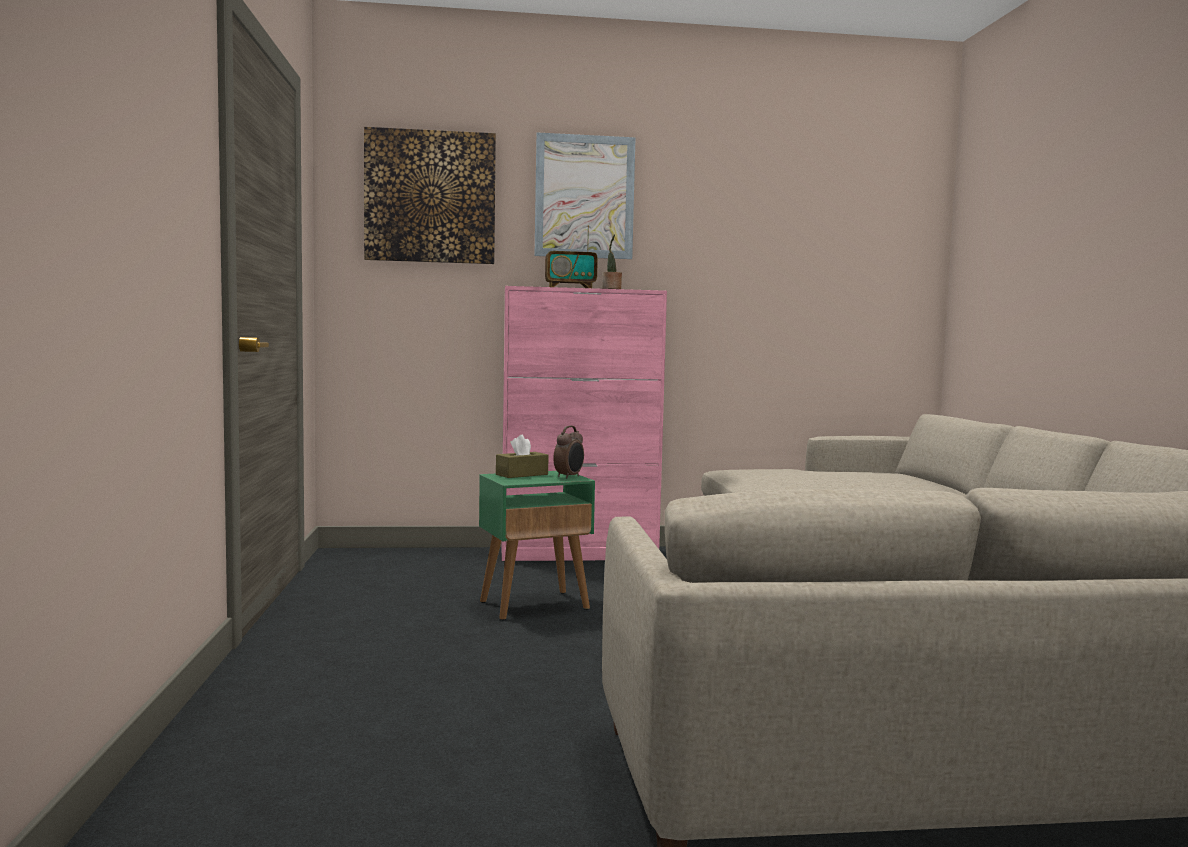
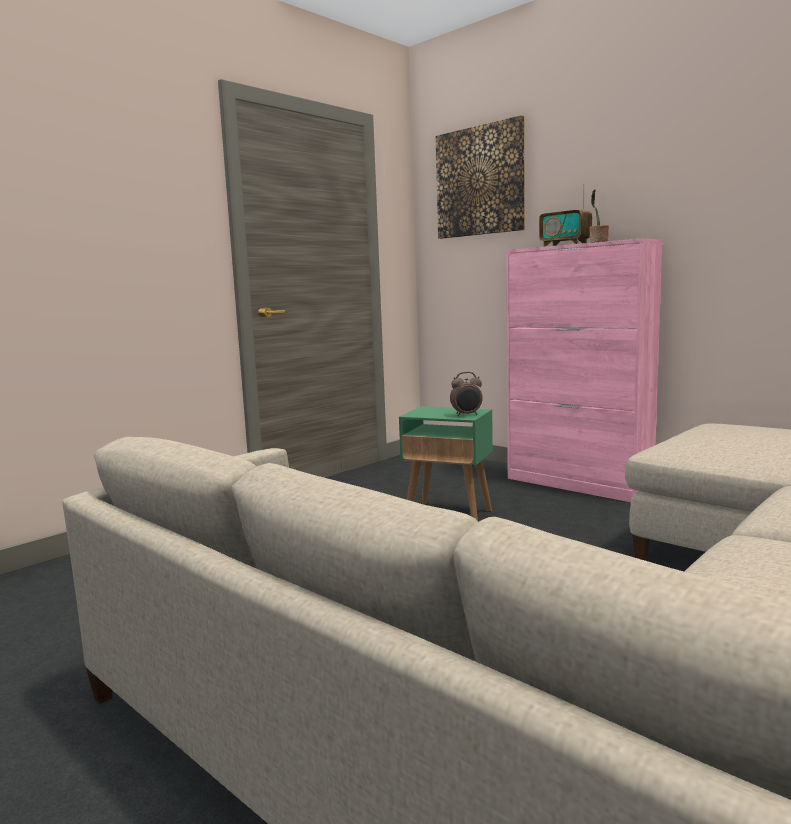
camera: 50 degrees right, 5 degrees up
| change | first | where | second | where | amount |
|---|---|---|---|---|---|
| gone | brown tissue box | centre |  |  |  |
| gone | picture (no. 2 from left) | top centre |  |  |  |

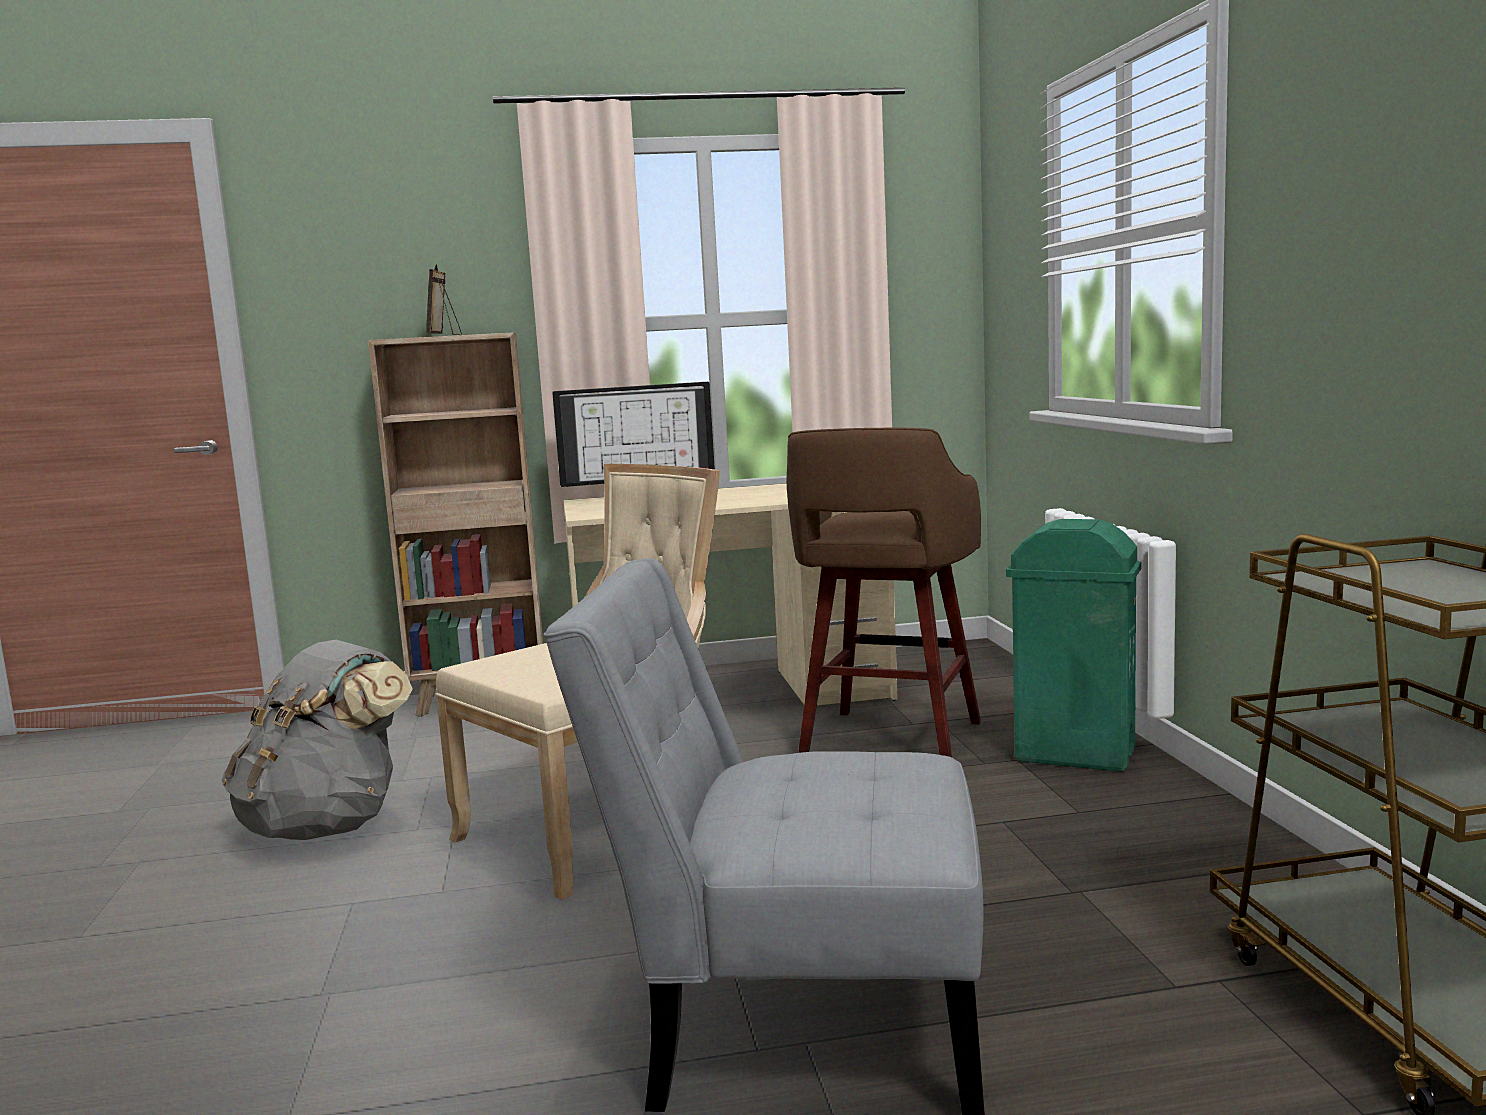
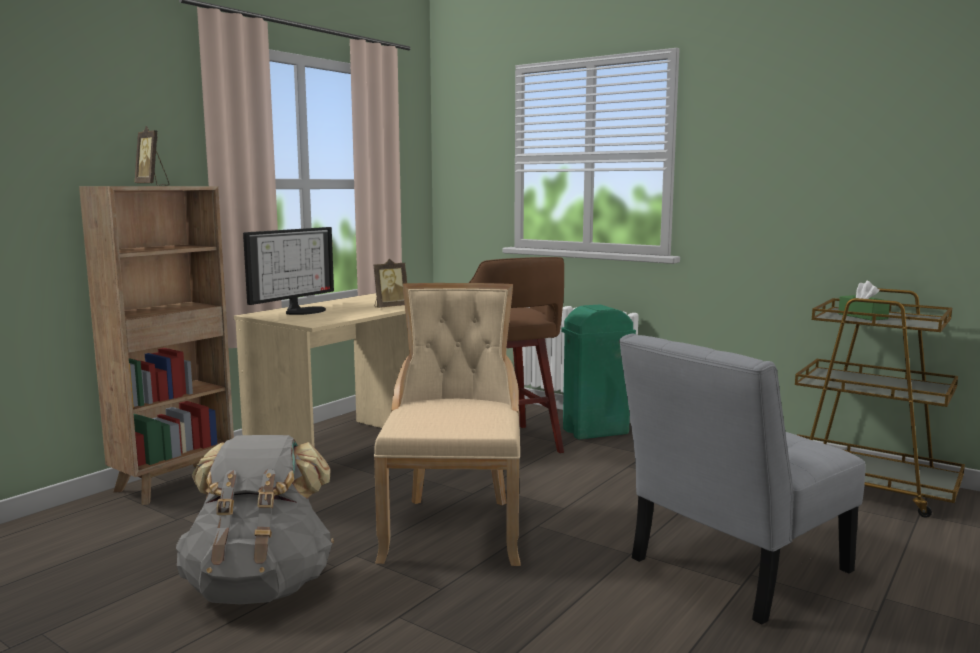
camera: 45 degrees left, 0 degrees up
| change | first | where | second | where | amount |
|---|---|---|---|---|---|
| new |  |  | picture frame (no. 2 from left) | centre |  |
| new |  |  | green tissue box | middle right |  |

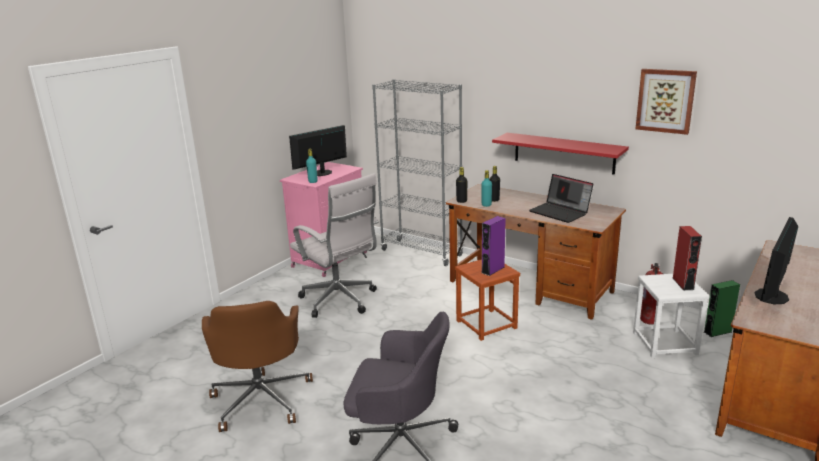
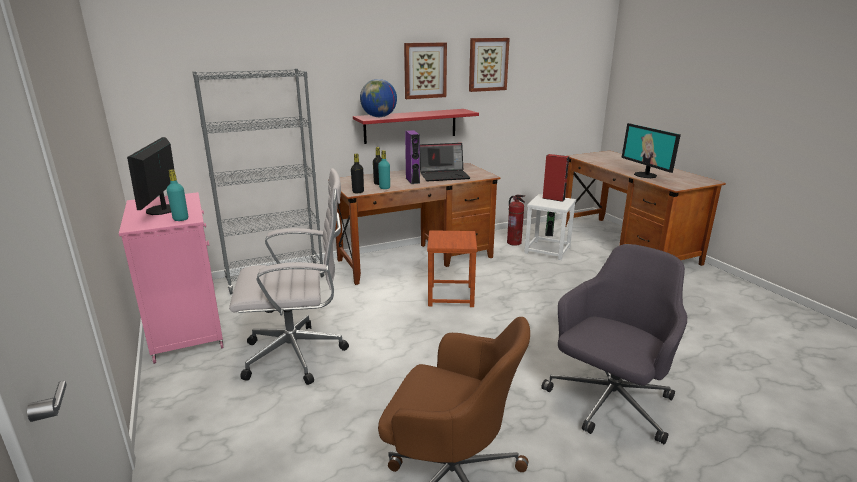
camera: 60 degrees left, 0 degrees up
| change | first | where | second | where | amount |
|---|---|---|---|---|---|
| new |  |  | globe | top centre |  |
| new |  |  | picture (no. 1 from left) | top centre |  |
| shifted | purple speaker | centre |  | top centre |  |

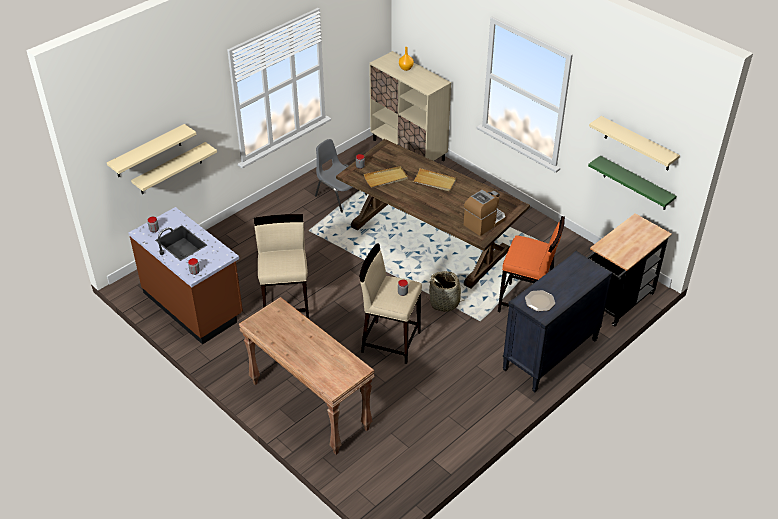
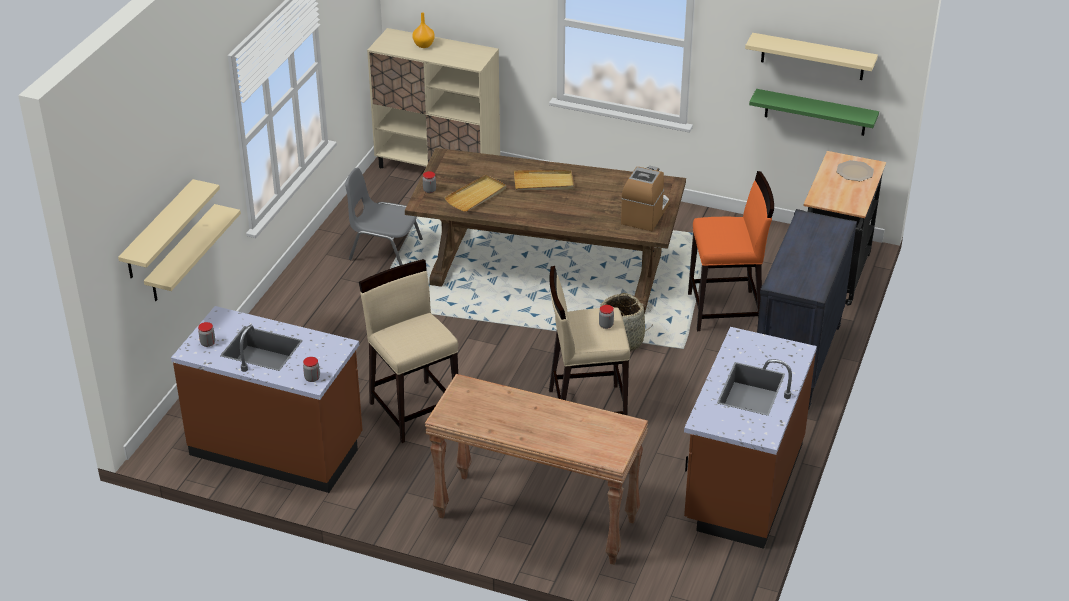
camera: 25 degrees left, 5 degrees down
| change | first | where | second | where | amount |
|---|---|---|---|---|---|
| new |  |  | brown counter (no. 2 from left) | bottom right |  |
| shifted | plate | middle right |  | top right |  |

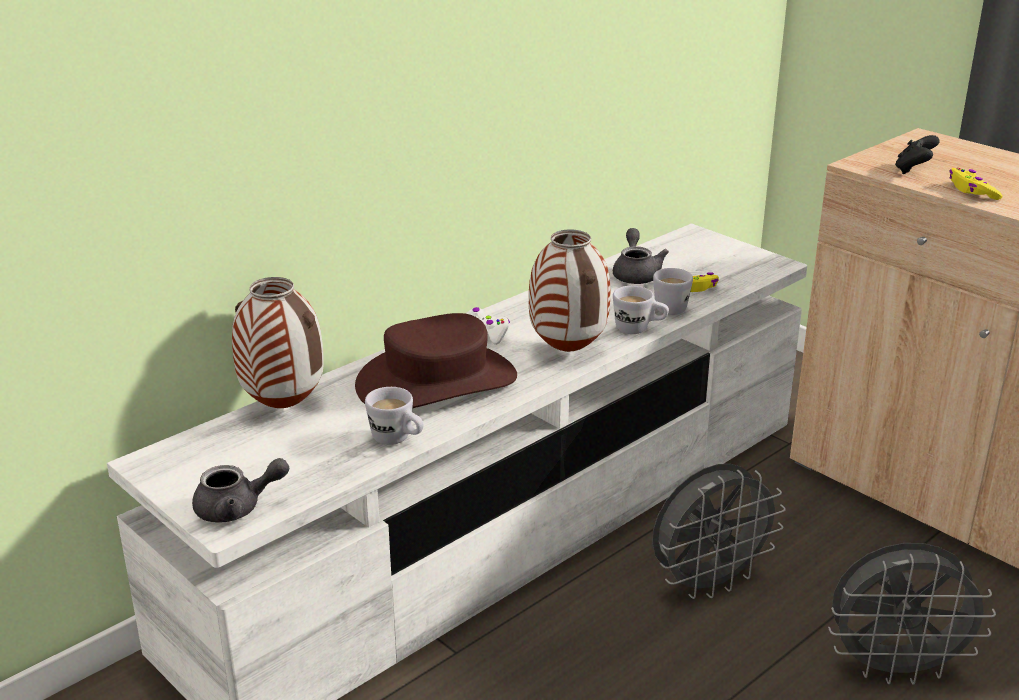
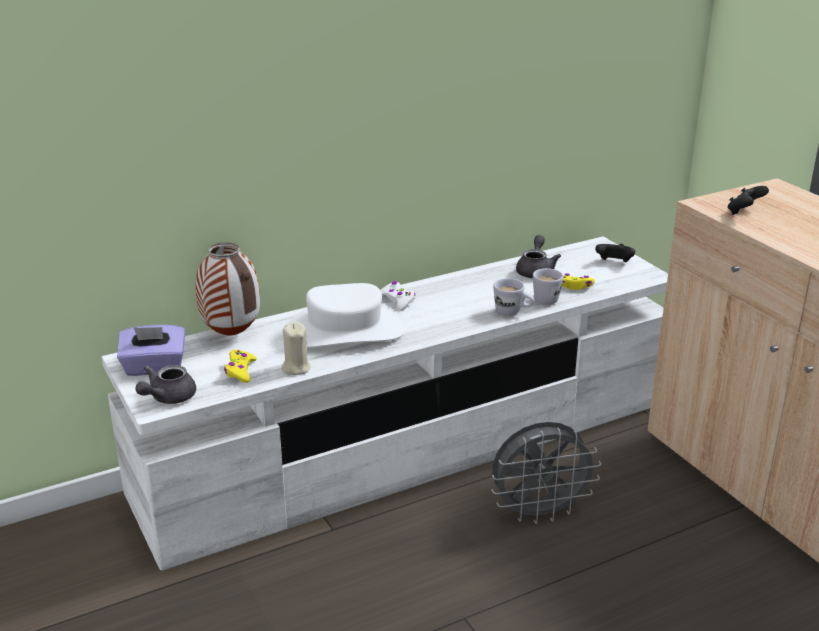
camera: 15 degrees right, 0 degrees up
| change | first | where | second | where | amount |
|---|---|---|---|---|---|
| new |  |  | purple tissue box | middle left |  |
| rotated | grey teapot (no. 1 from left) | bottom left |  | middle left | 120 degrees clockwise |
| shifted | yellow game controller (no. 2 from left in the first image) | top right | yellow game controller (no. 1 from left) | middle left |  |
| swapped | white mug (no. 1 from left) | centre | beige candle | centre |  |
| repainted | brown hat | centre | white hat | centre |  |
| new |  |  | black game controller (no. 1 from left) | middle right |  |
| gone | vase (no. 2 from left) | centre |  |  |  |
| gone | grey fan (no. 2 from left) | bottom right |  |  |  |

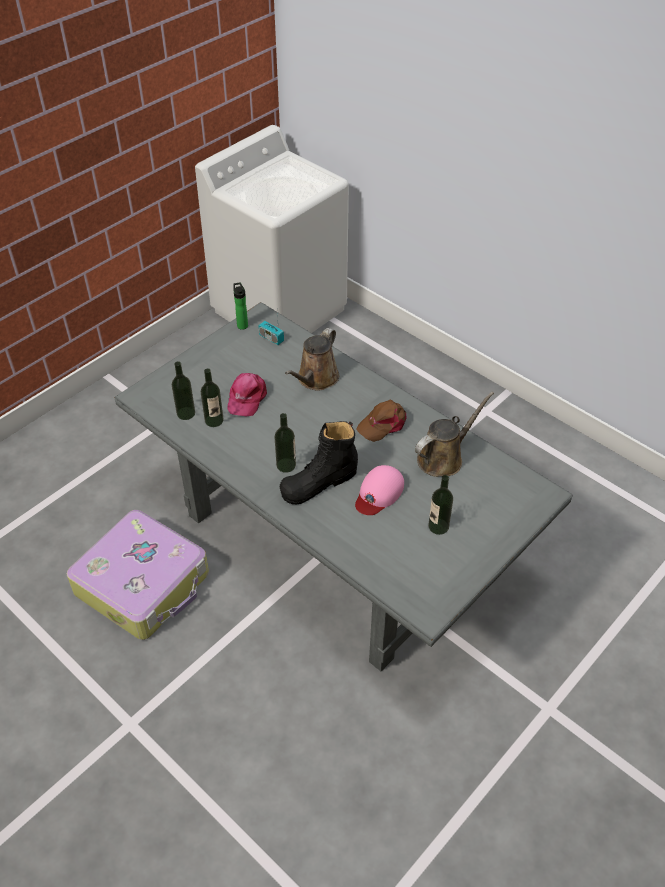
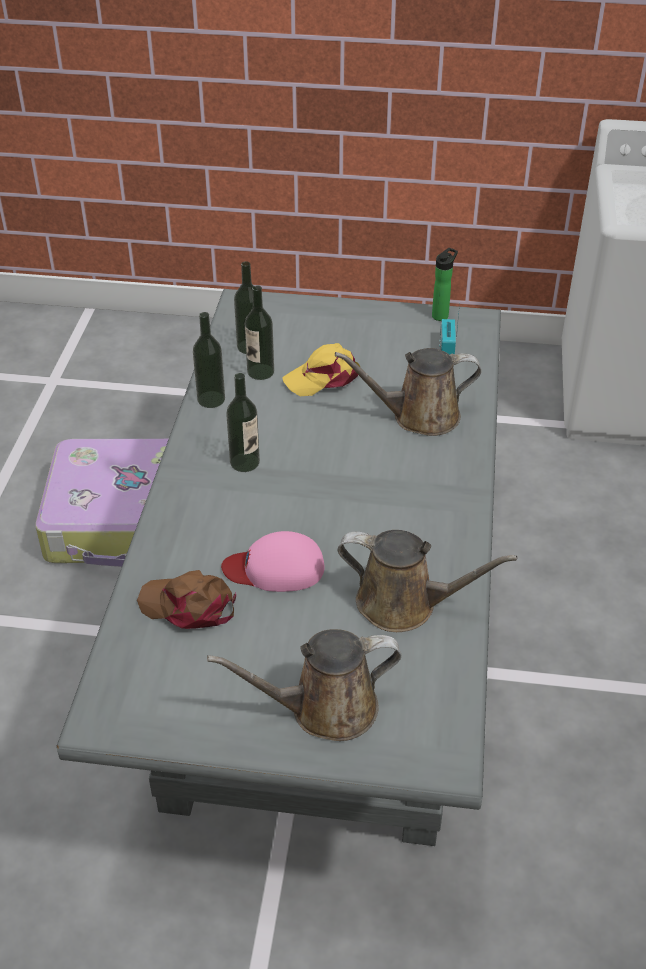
camera: 55 degrees right, 5 degrees down
| change | first | where | second | where | amount |
|---|---|---|---|---|---|
| shifted | brown cap | centre |  | middle left |  |
| shifted | bottle (no. 5 from left in the first image) | centre | bottle (no. 1 from left) | middle left |  |
| new |  |  | brown watering can (no. 1 from left) | bottom centre |  |
| repainted | pink cap (no. 1 from left) | centre | yellow cap | centre |  |
| gone | black boot | centre |  |  |  |

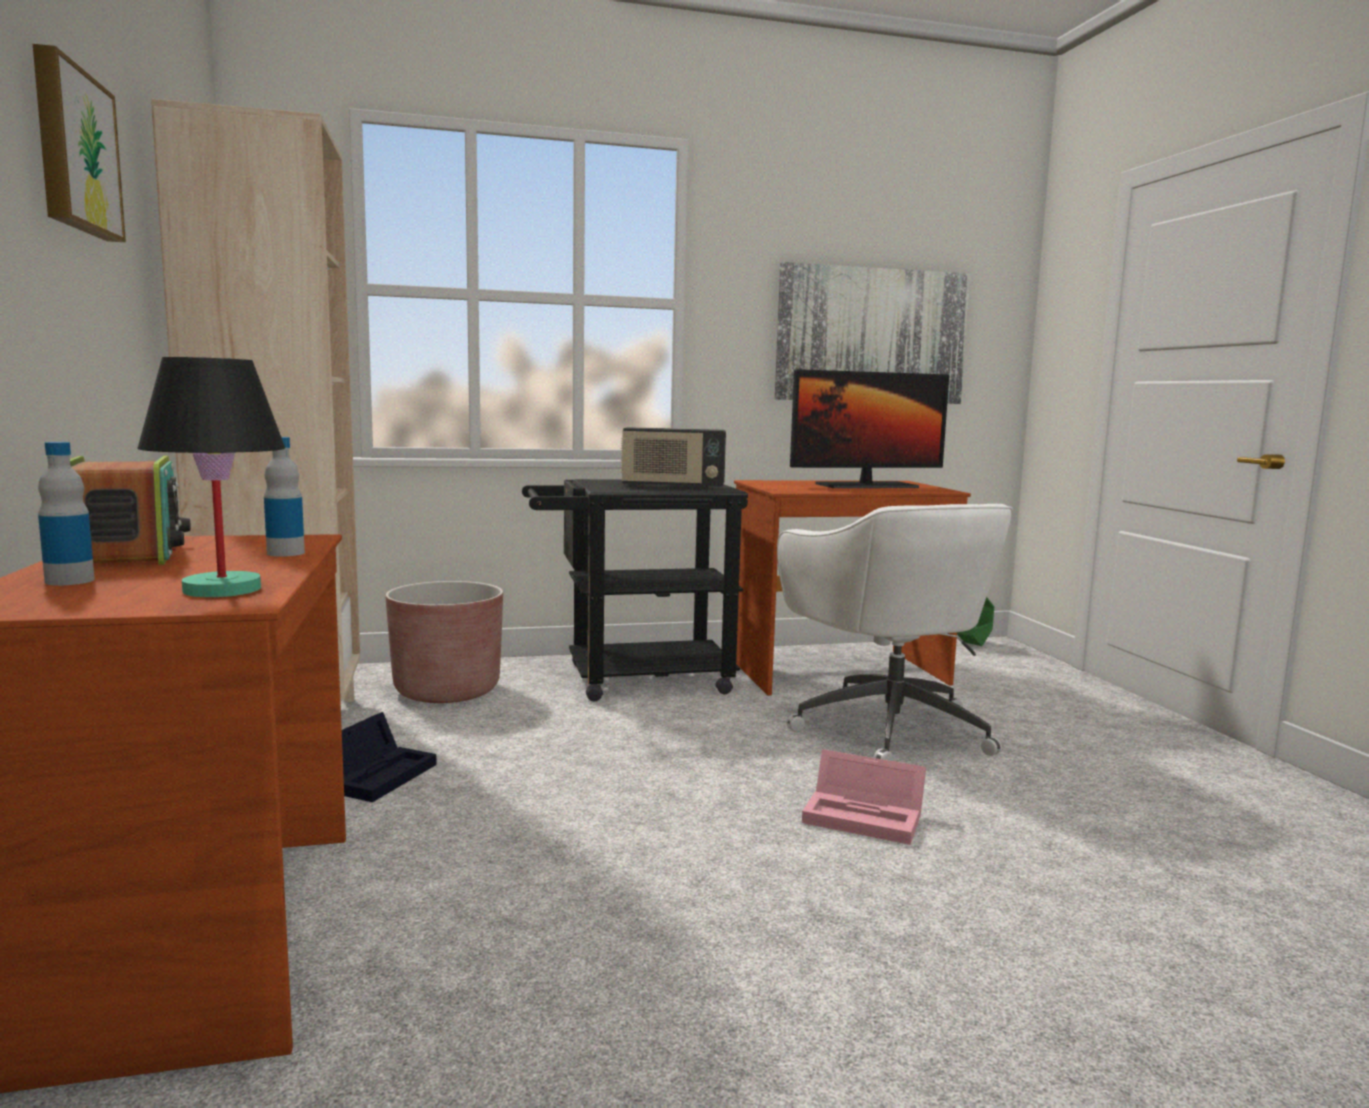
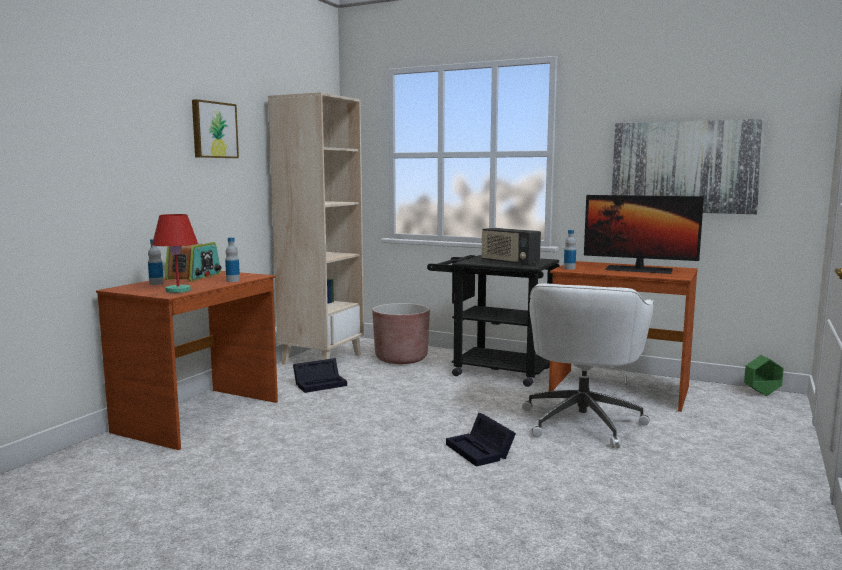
camera: 40 degrees right, 0 degrees up
| change | first | where | second | where | amount |
|---|---|---|---|---|---|
| repainted | black table lamp | middle left | red table lamp | middle left |  |
| repainted | pink storage box | bottom centre | black storage box (no. 2 from left) | bottom centre |  |
| new |  |  | bottle (no. 3 from left) | middle right |  |

